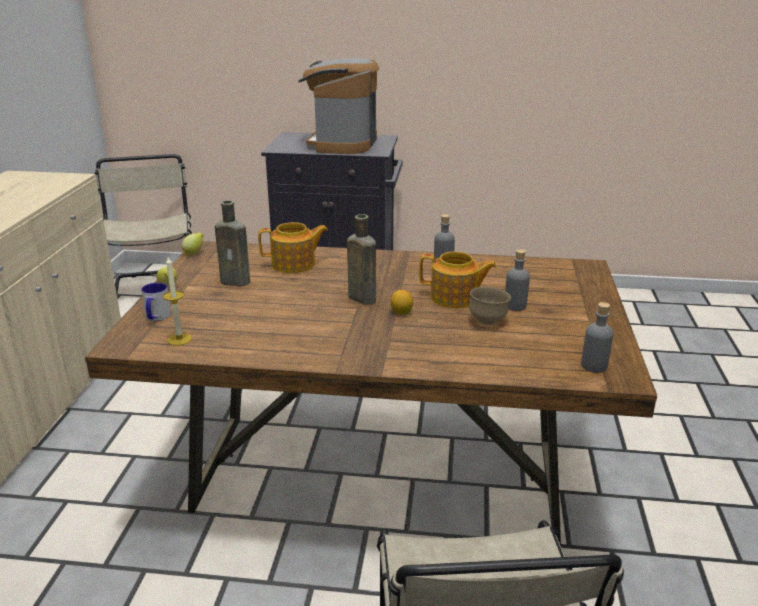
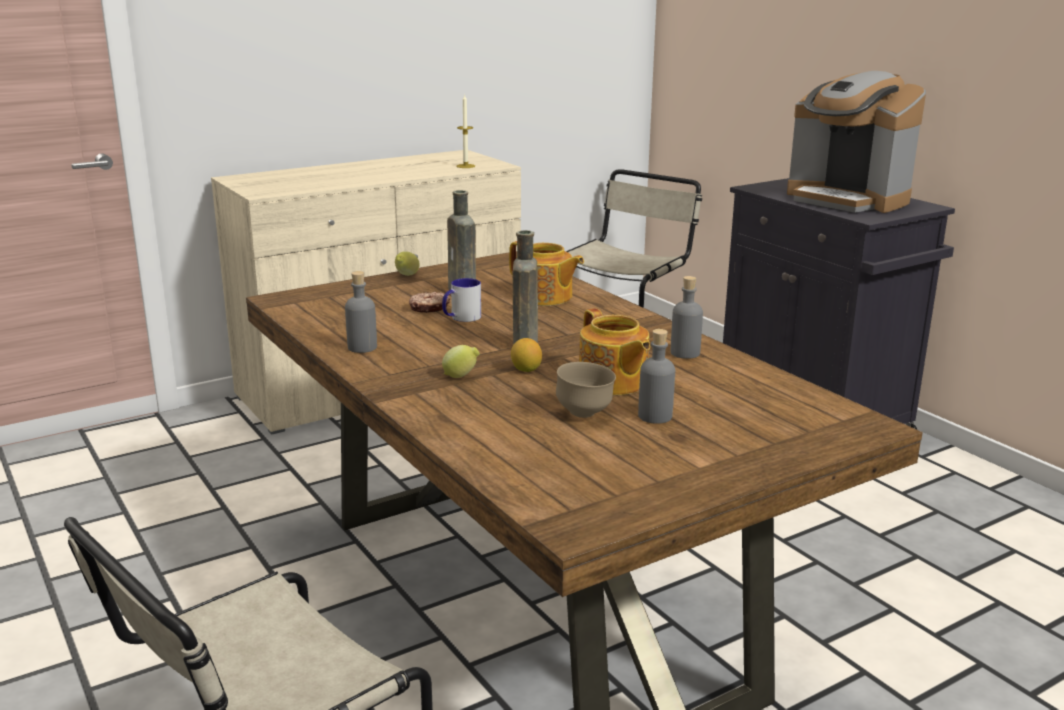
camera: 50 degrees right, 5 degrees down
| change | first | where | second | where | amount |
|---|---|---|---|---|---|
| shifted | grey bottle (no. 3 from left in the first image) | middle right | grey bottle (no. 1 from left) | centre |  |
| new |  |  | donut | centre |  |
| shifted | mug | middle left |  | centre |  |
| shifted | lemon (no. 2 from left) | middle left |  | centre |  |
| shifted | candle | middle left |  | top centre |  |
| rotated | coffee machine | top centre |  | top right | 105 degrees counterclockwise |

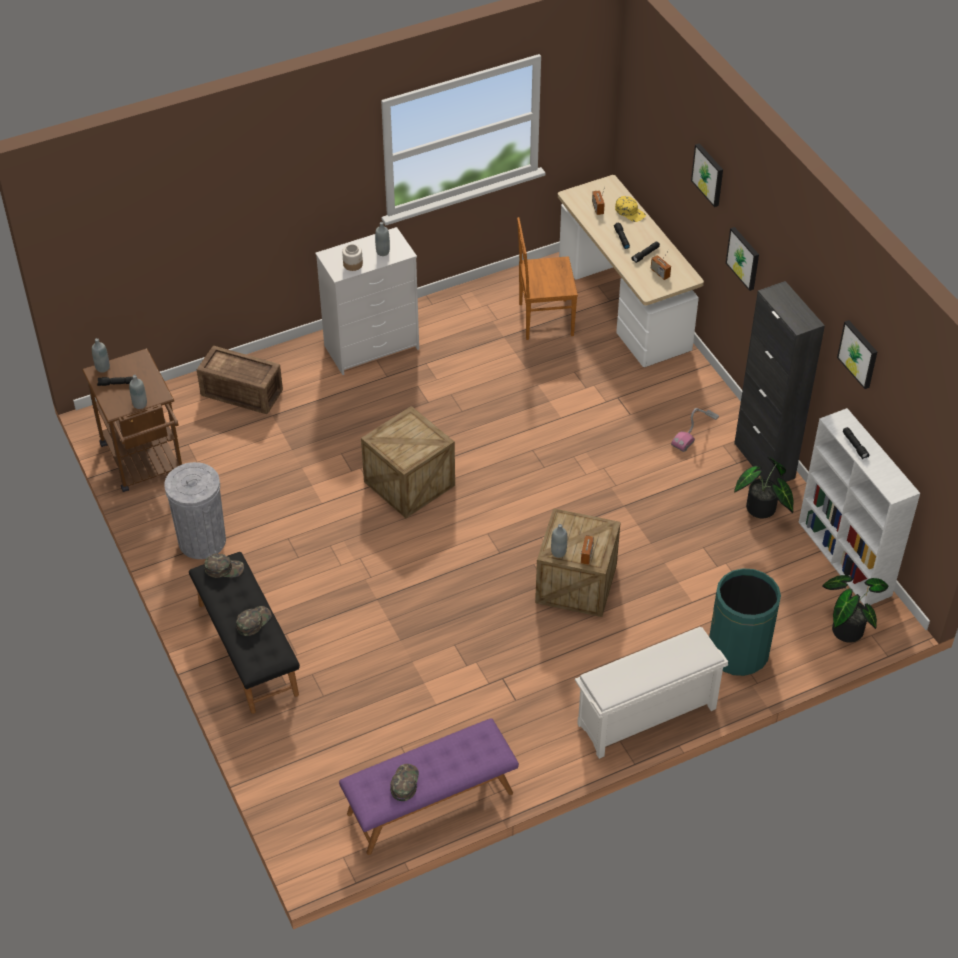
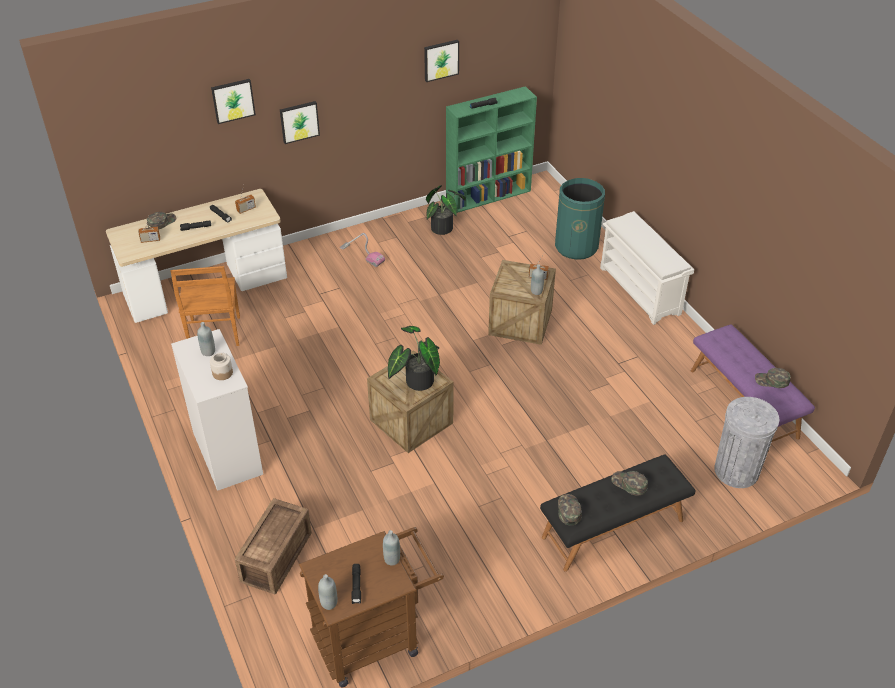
camera: 90 degrees left, 5 degrees down
| change | first | where | second | where | amount |
|---|---|---|---|---|---|
| repainted | yellow cap | top centre | green cap (no. 1 from left) | top left |  |
| shifted | potted plant (no. 2 from left in the first image) | middle right | potted plant (no. 1 from left) | centre |  |
| repainted | white bookcase | middle right | green bookcase | top centre |  |
| shifted | grey trash can | middle left |  | middle right |  |
| gone | black cabinet | middle right |  |  |  |

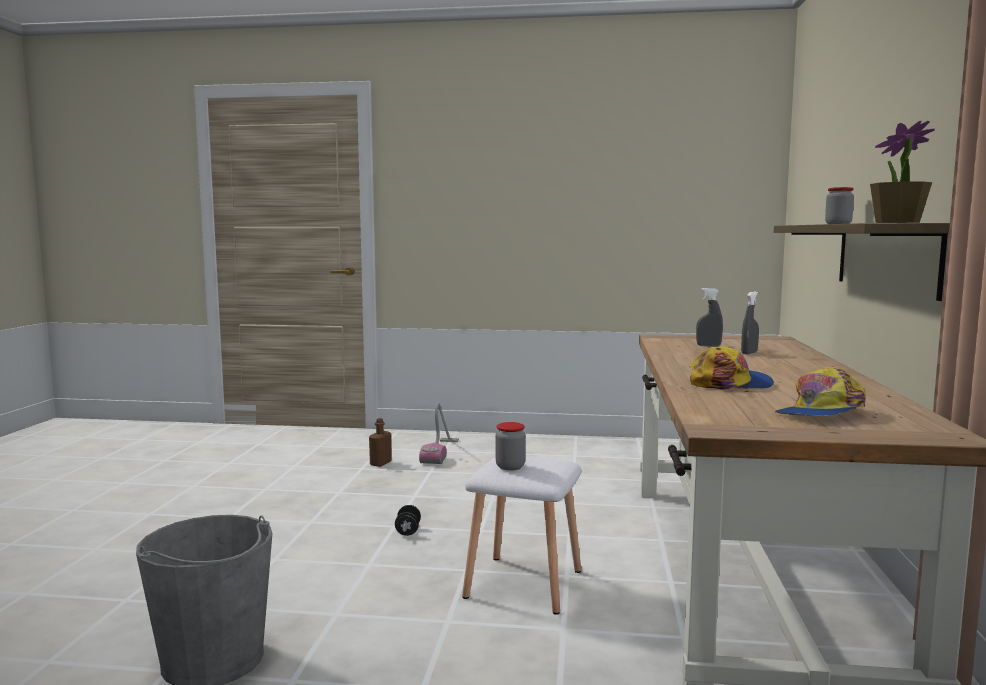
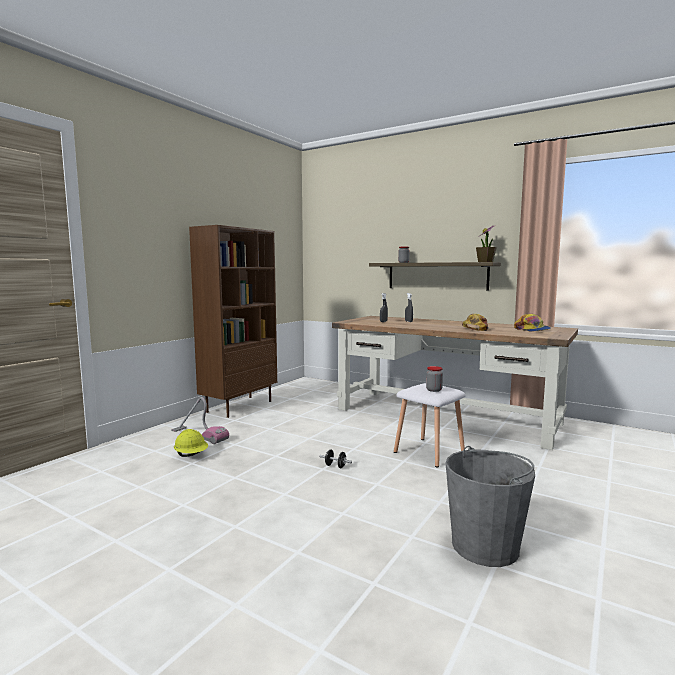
camera: 65 degrees left, 0 degrees up
| change | first | where | second | where | amount |
|---|---|---|---|---|---|
| swapped | brown bottle | centre | yellow hard hat | middle left |  |
| new |  |  | brown bookcase | centre |  |

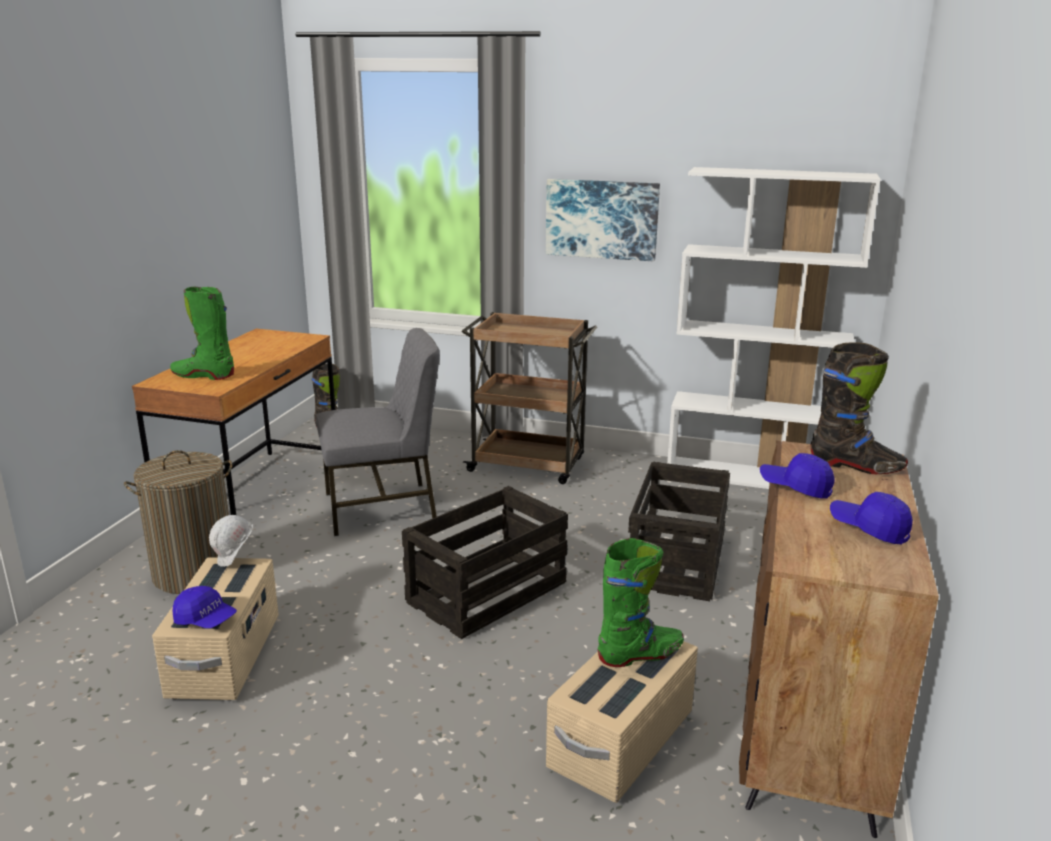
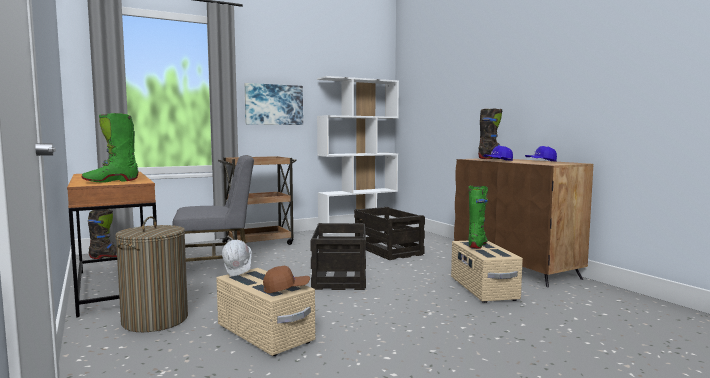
camera: 45 degrees left, 15 degrees down
| change | first | where | second | where | amount |
|---|---|---|---|---|---|
| rotated | grey chair | centre |  | middle left | 45 degrees clockwise |
| repainted | blue cap (no. 1 from left) | bottom left | brown cap | bottom centre |  |

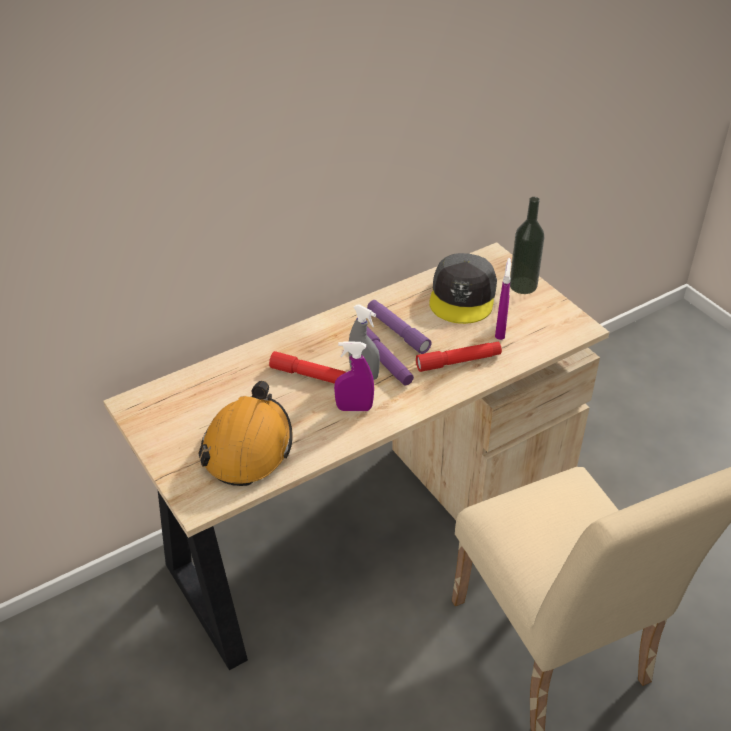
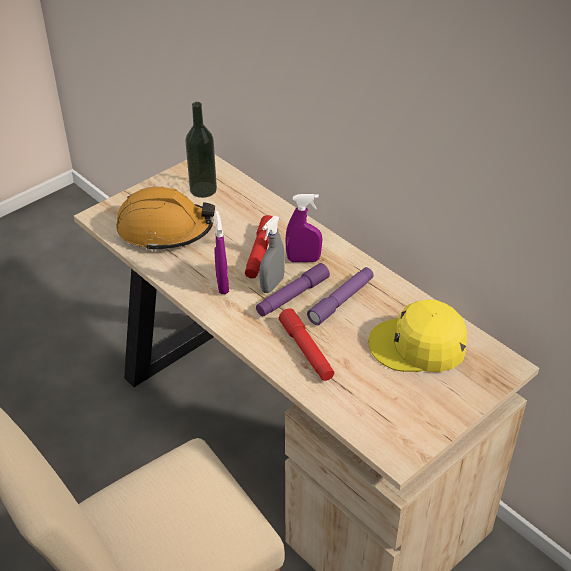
camera: 80 degrees right, 0 degrees up
| change | first | where | second | where | amount |
|---|---|---|---|---|---|
| shifted | bottle | middle right |  | top centre |  |
| shifted | purple spray bottle (no. 2 from left) | middle right |  | centre |  |
| repainted | grey cap | centre | yellow cap | middle right |  |

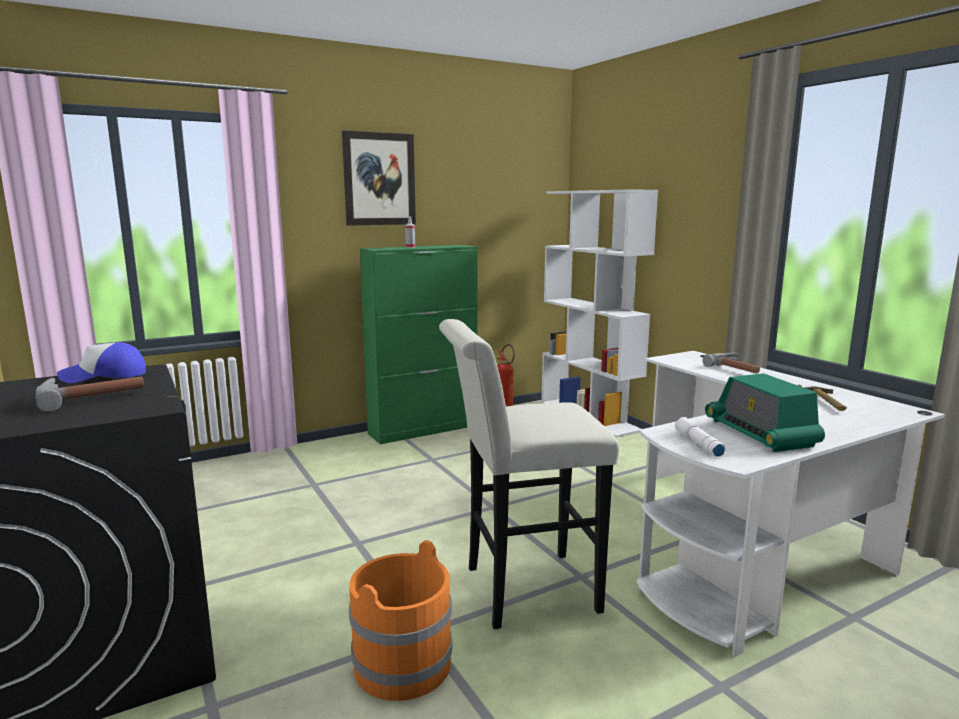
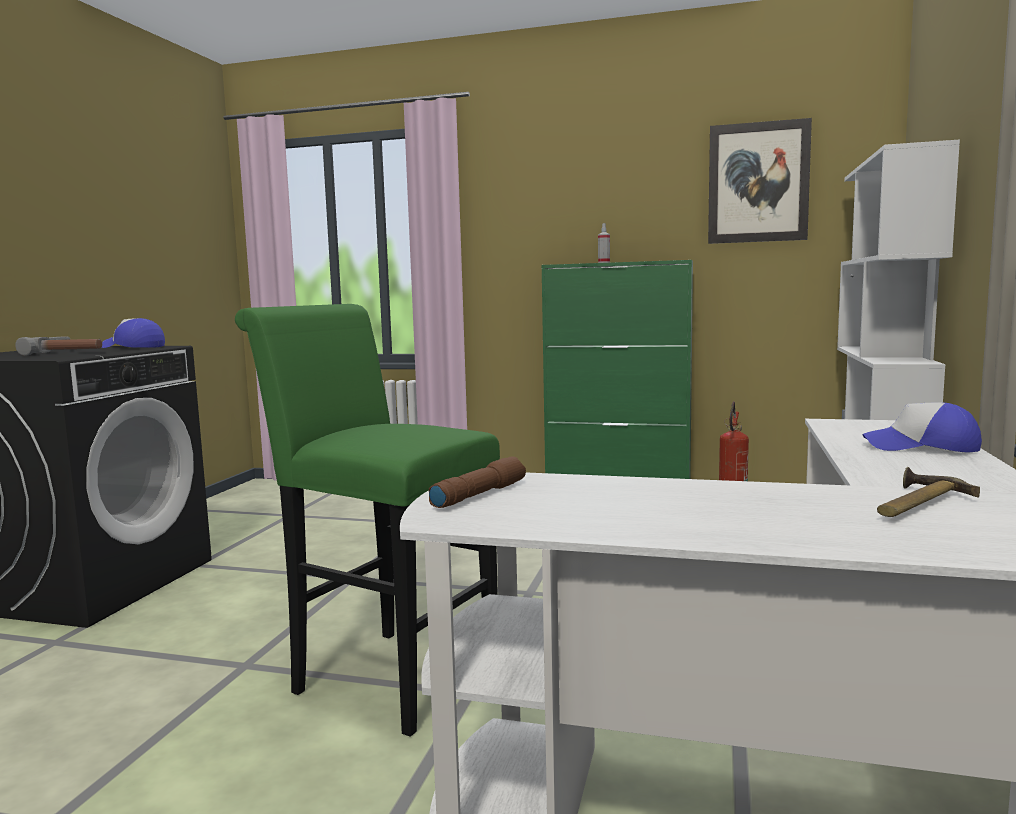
camera: 45 degrees right, 5 degrees down
| change | first | where | second | where | amount |
|---|---|---|---|---|---|
| repainted | white stool | centre | green stool | centre |  |
| repainted | white flashlight | middle right | brown flashlight | centre |  |
| shifted | picture | top centre |  | top right |  |
| swapped | hammer (no. 2 from left) | middle right | cap (no. 2 from left) | middle right |  |
| gone | orange bucket | bottom centre |  |  |  |
| gone | radio | middle right |  |  |  |

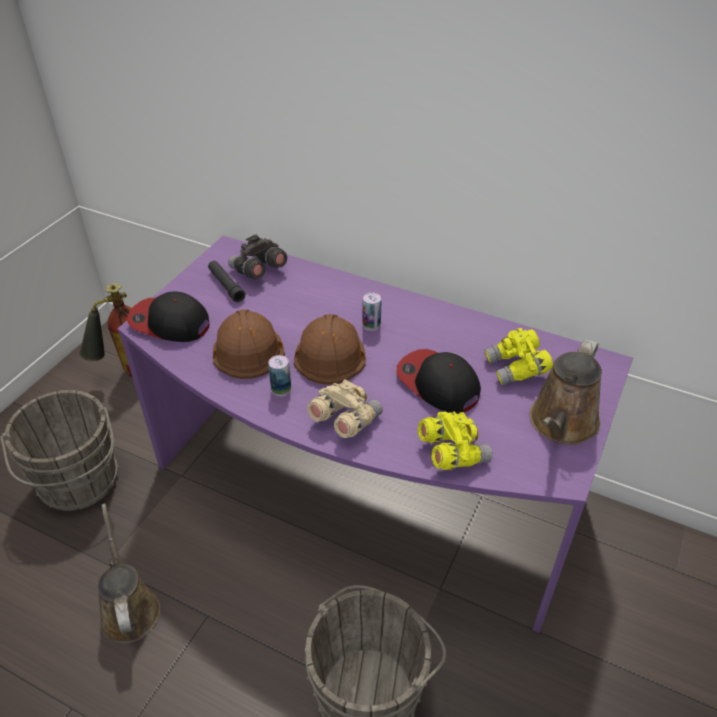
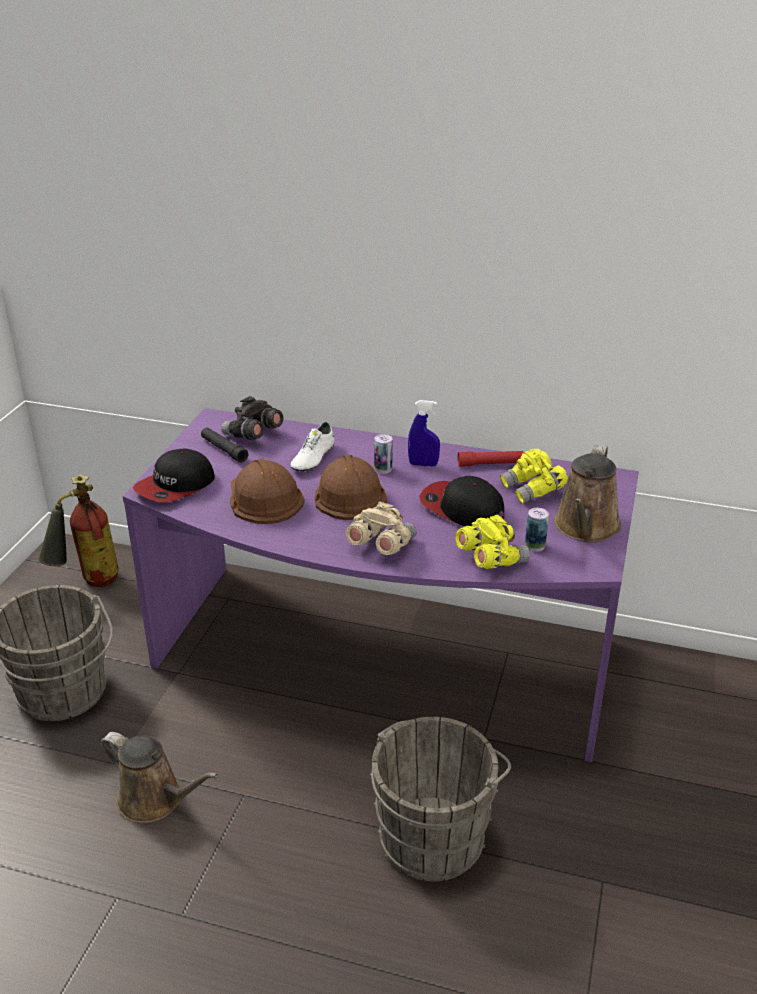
camera: 10 degrees left, 10 degrees down
| change | first | where | second | where | amount |
|---|---|---|---|---|---|
| rotated | brown watering can (no. 1 from left) | bottom left |  | bottom left | 150 degrees clockwise |
| rotated | cap (no. 1 from left) | middle left |  | middle left | 60 degrees counterclockwise |
| new |  |  | white shoe | centre |  |
| new |  |  | blue spray bottle | centre |  |
| new |  |  | red flashlight | centre |  |
| shifted | can (no. 1 from left in the first image) | centre | can (no. 2 from left) | middle right |  |

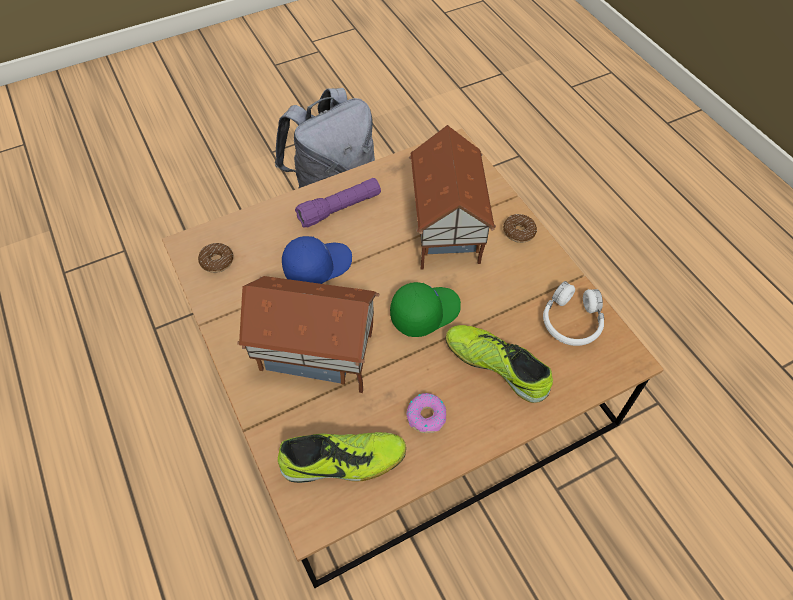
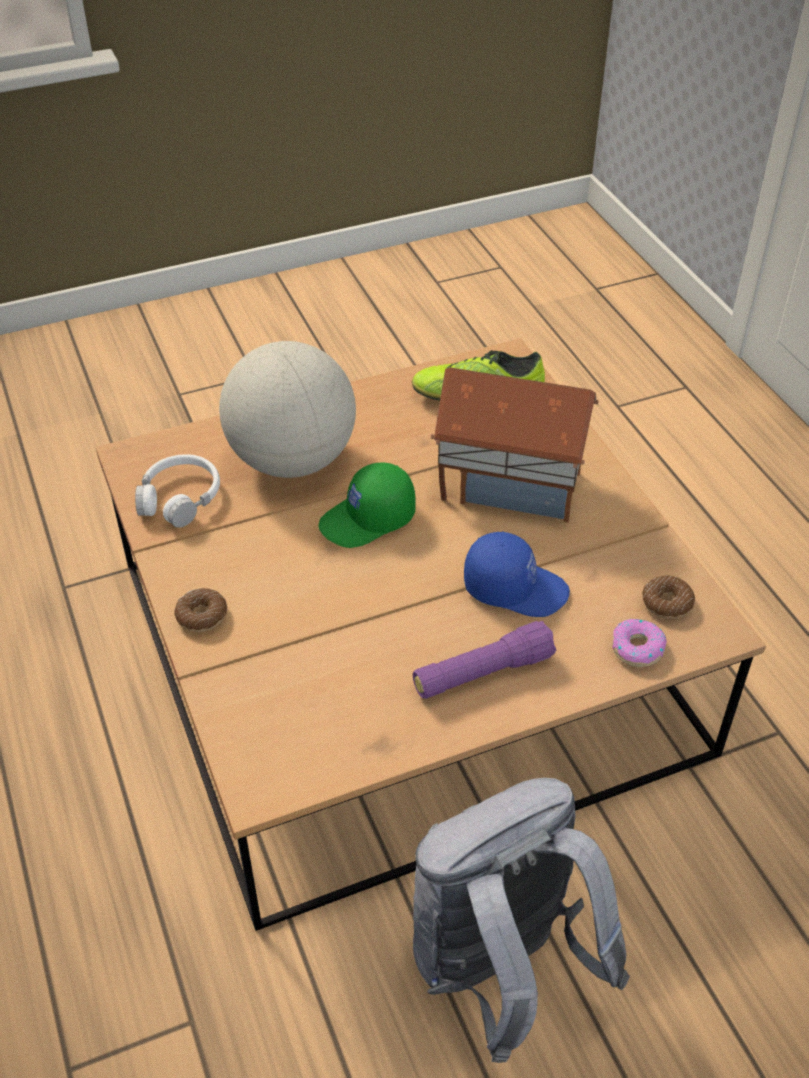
camera: 175 degrees left, 10 degrees down
| change | first | where | second | where | amount |
|---|---|---|---|---|---|
| swapped | shoe (no. 2 from left) | centre | globe | centre |  |
| rotated | blue cap | centre |  | centre | 135 degrees counterclockwise |
| shifted | donut (no. 2 from left) | bottom centre |  | middle right |  |
| gone | toy house (no. 2 from left) | top centre |  |  |  |

